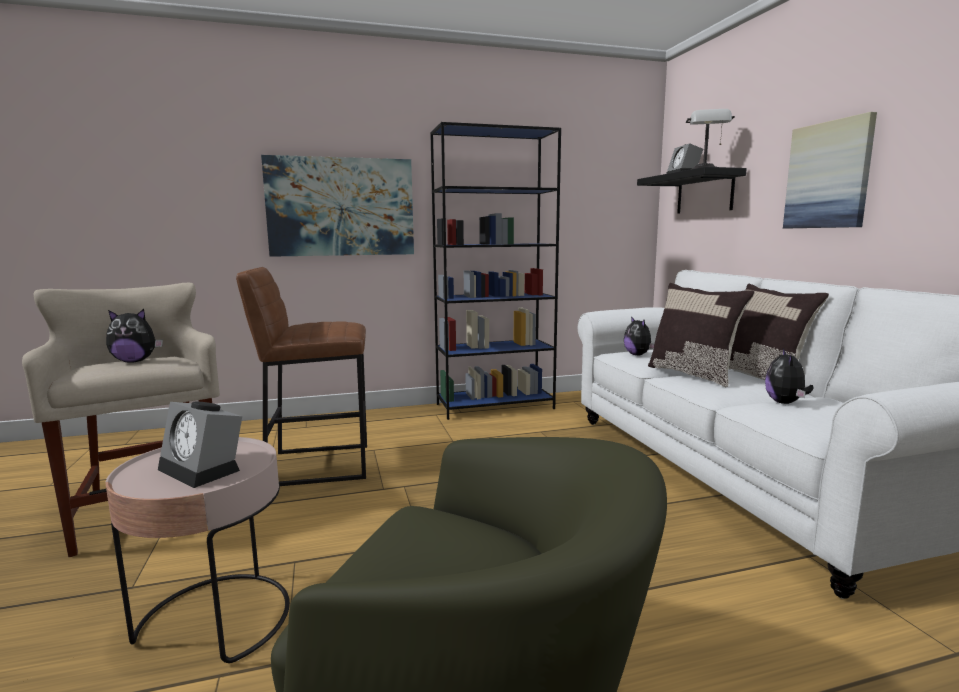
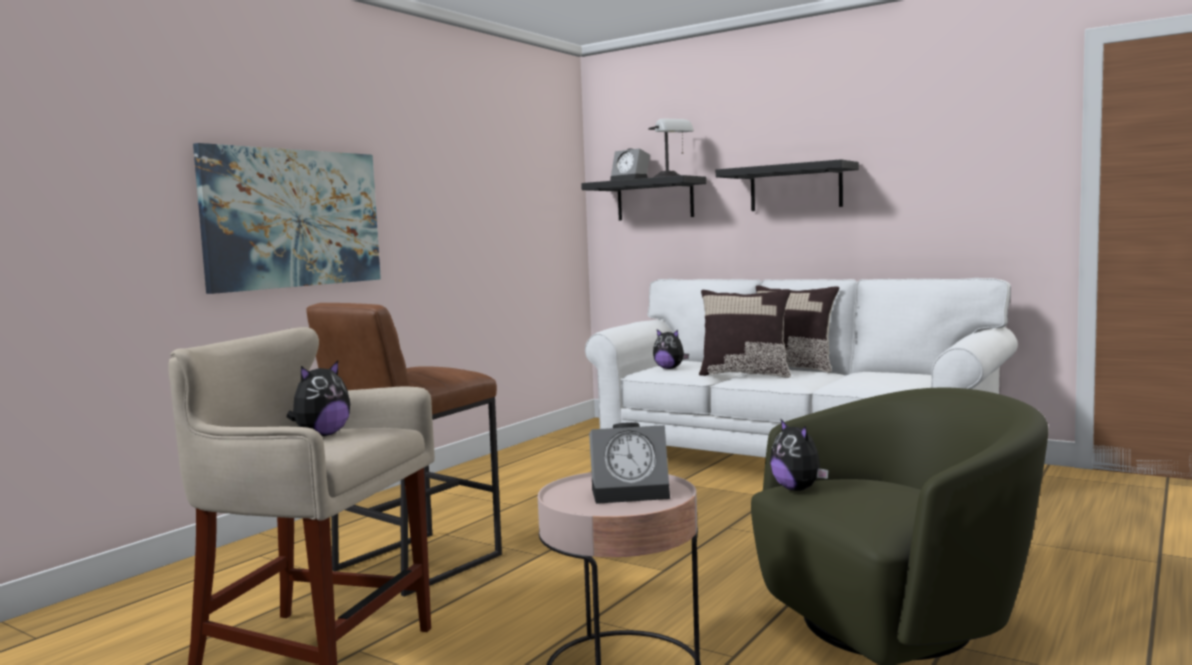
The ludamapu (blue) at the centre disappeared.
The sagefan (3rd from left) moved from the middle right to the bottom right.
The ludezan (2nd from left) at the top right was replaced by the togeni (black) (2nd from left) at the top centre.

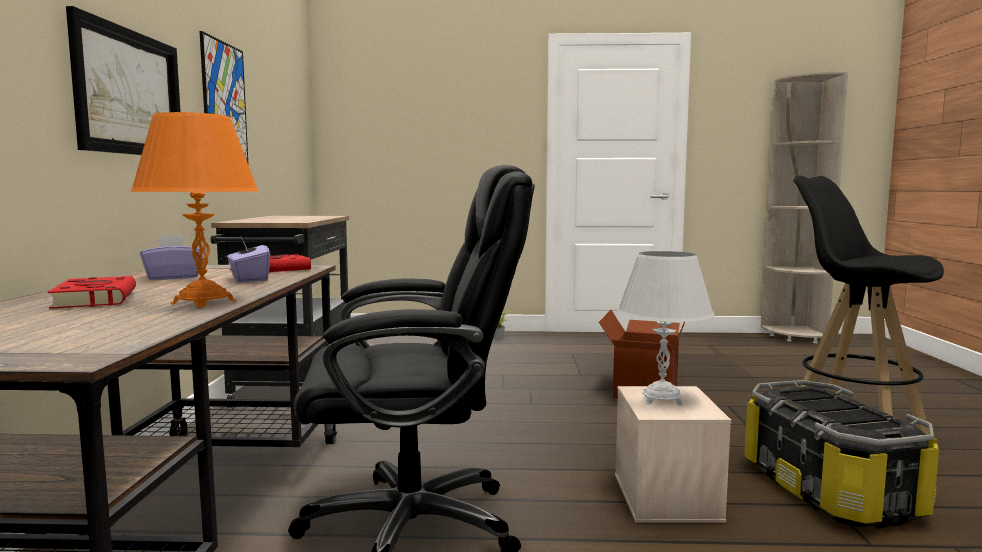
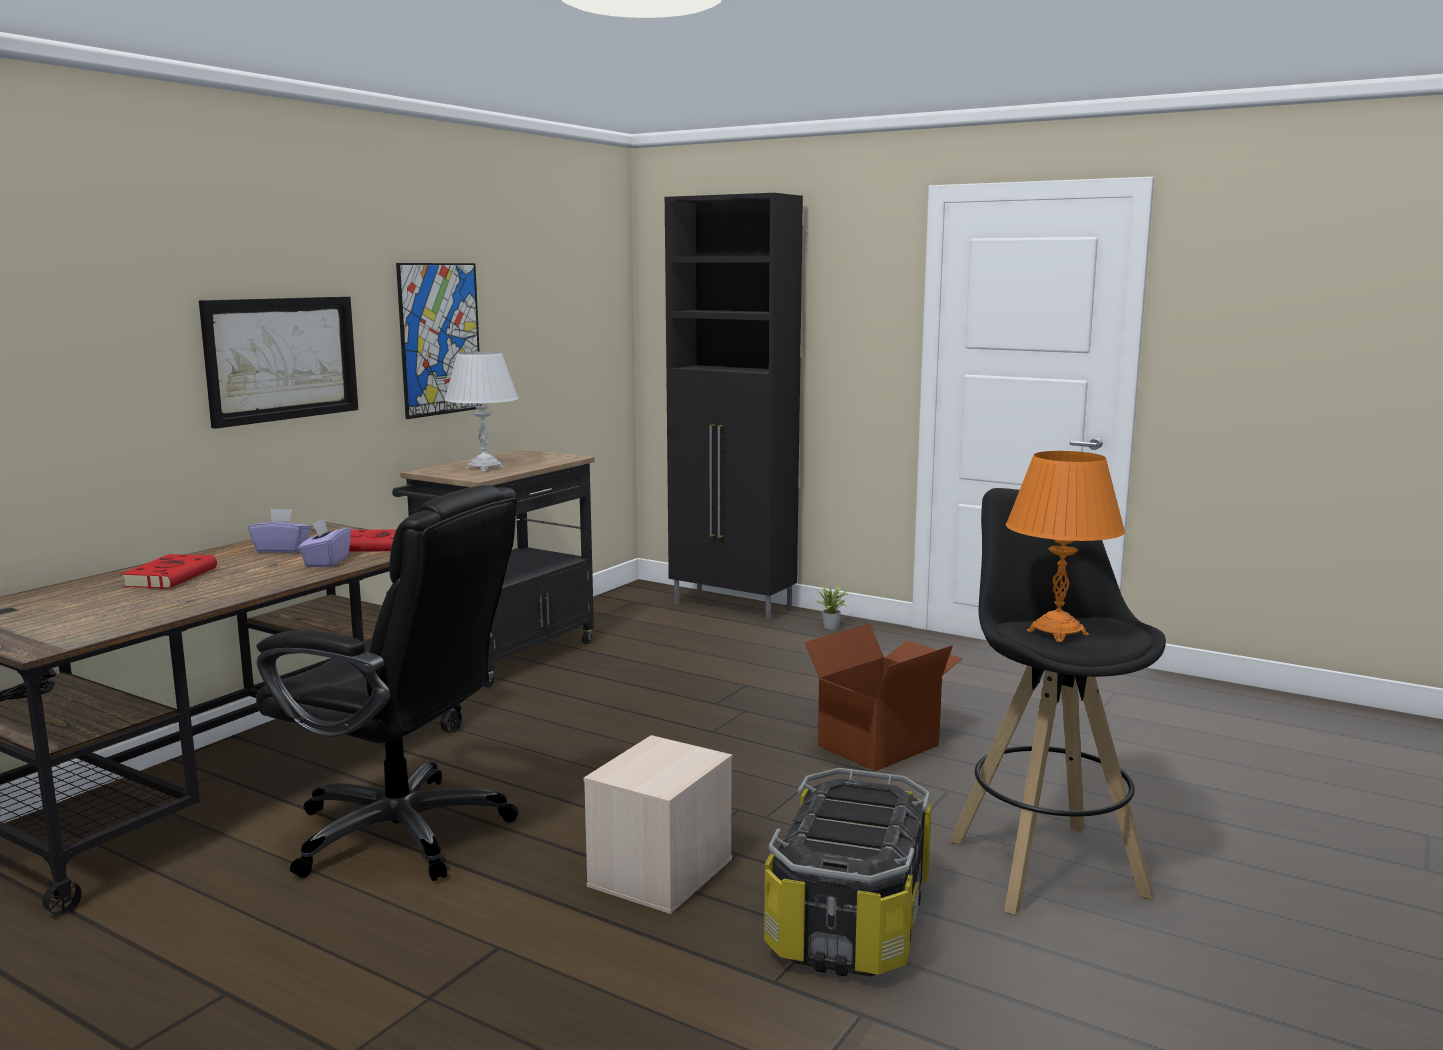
The ludamapu (beige) at the middle right disappeared.
The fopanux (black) at the centre appeared.
The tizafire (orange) moved from the middle left to the middle right.
The tizafire (white) moved from the middle right to the centre.

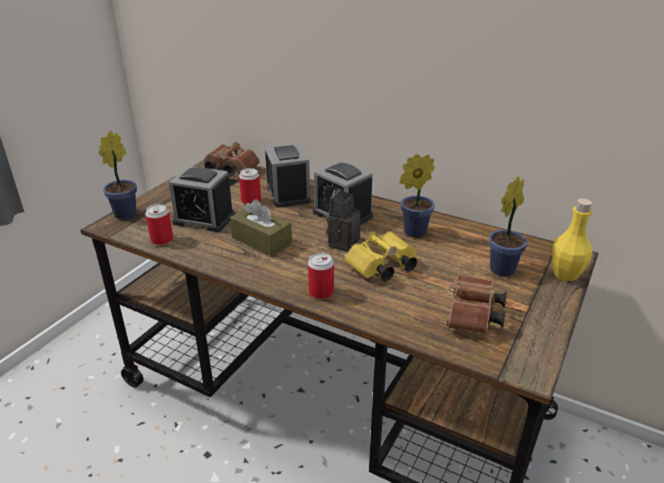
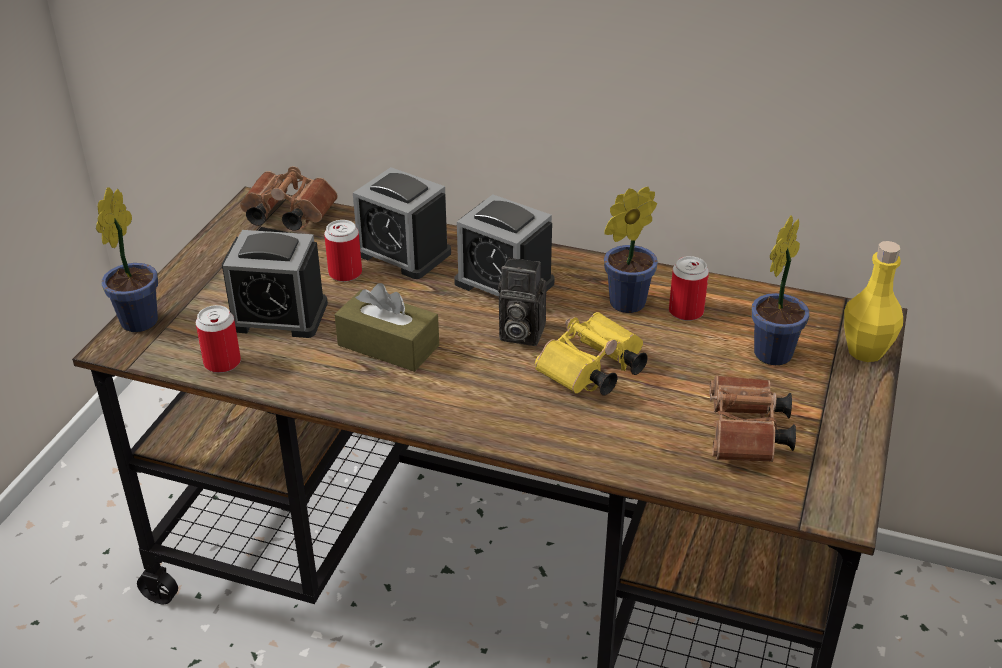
The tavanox (3rd from left) moved from the centre to the middle right.
The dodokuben (2nd from left) at the centre turned 150 degrees clockwise.
The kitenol at the centre turned 90 degrees counterclockwise.

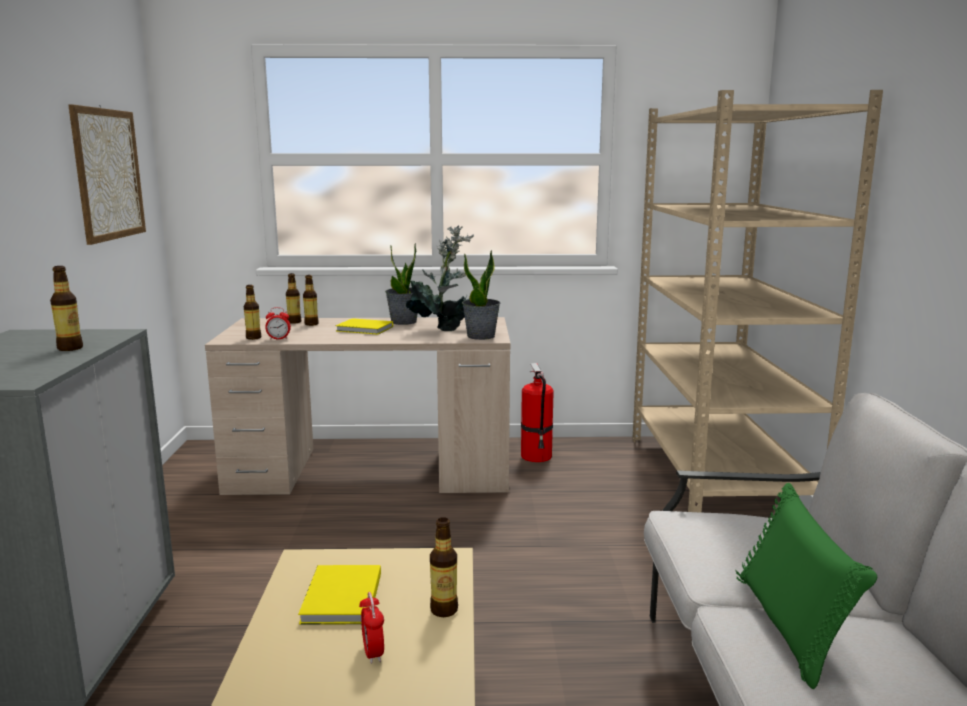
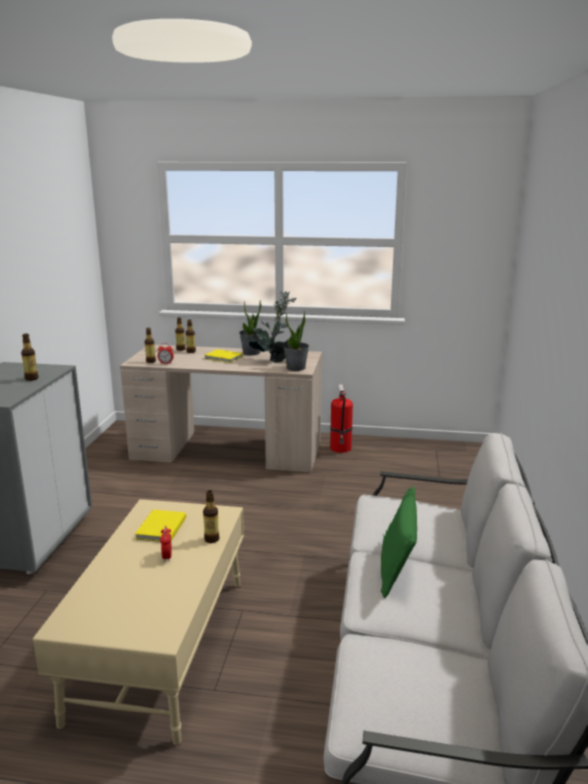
The ludezan at the top left disappeared.
The ludamapu (beige) at the middle right disappeared.

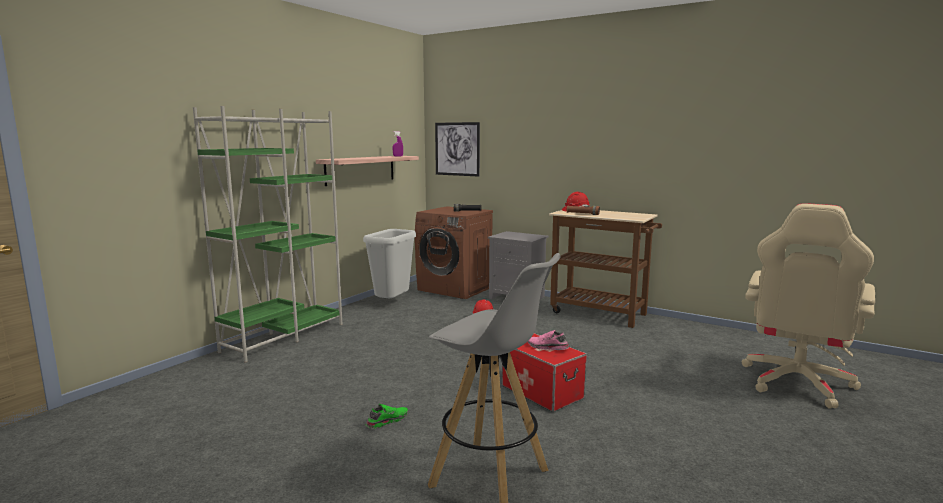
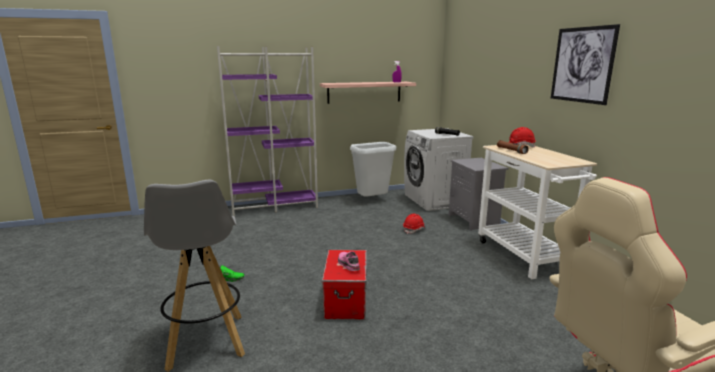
The ludezan moved from the top centre to the top right.
The ludamapu (green) at the middle left became the ludamapu (purple) at the centre.
The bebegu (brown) at the centre became the bebegu (white) at the centre.
The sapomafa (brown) at the centre became the sapomafa (white) at the middle right.

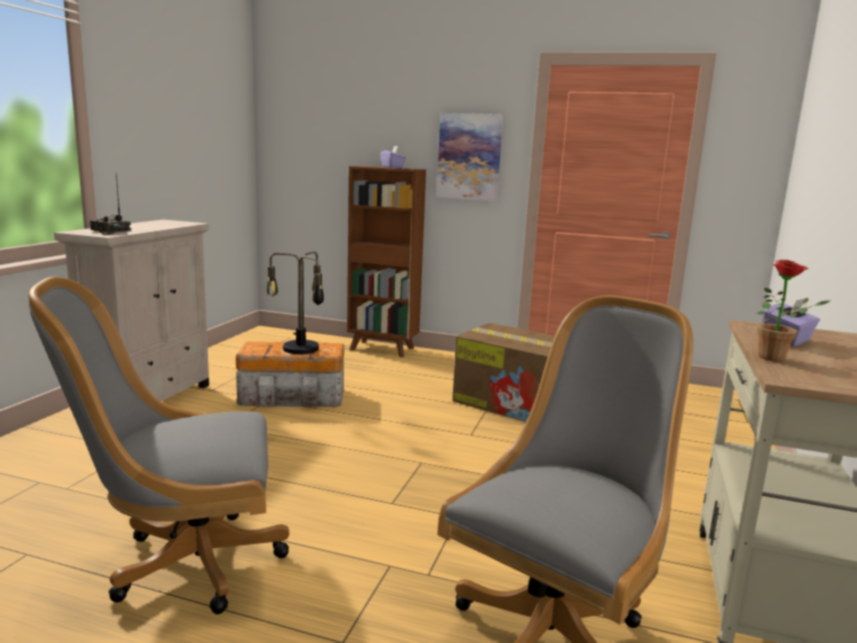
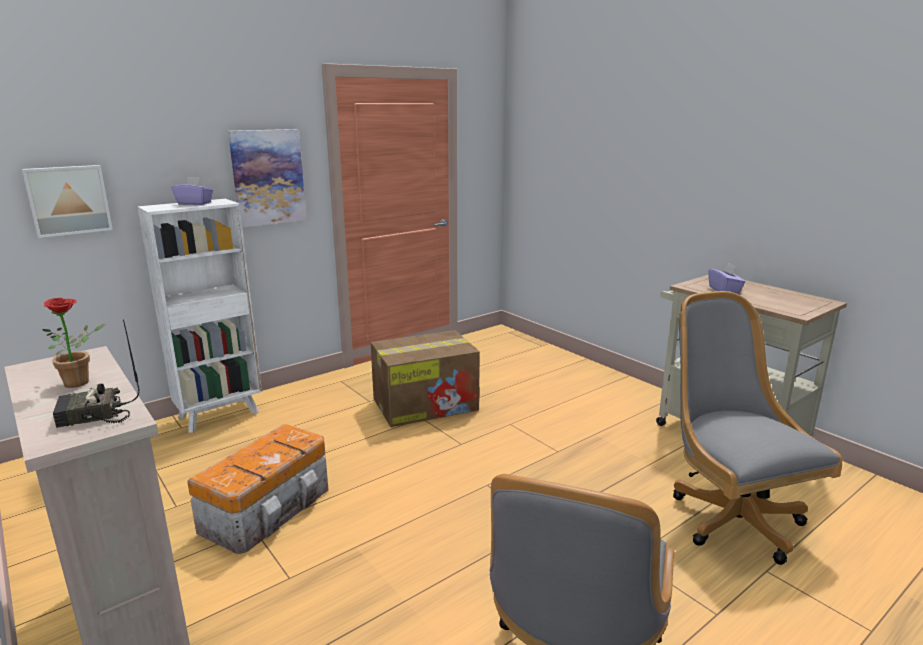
The tizafire at the centre disappeared.
The ludezan (1st from left) at the top left appeared.
The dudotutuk moved from the middle right to the middle left.
The ludamapu (brown) at the centre became the ludamapu (white) at the middle left.

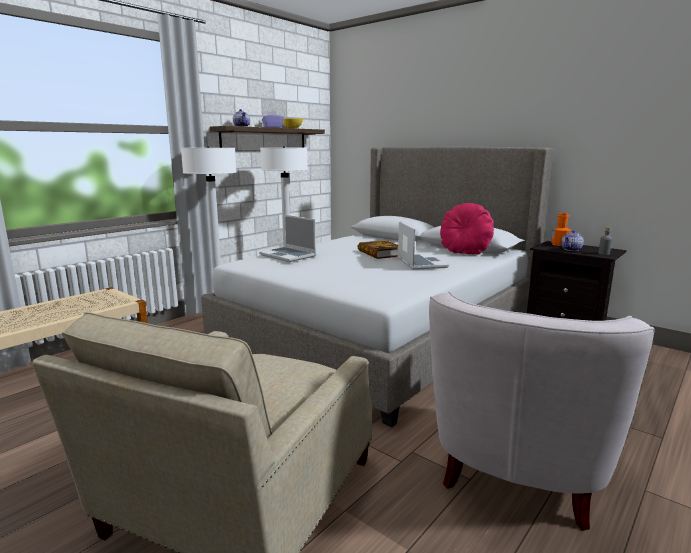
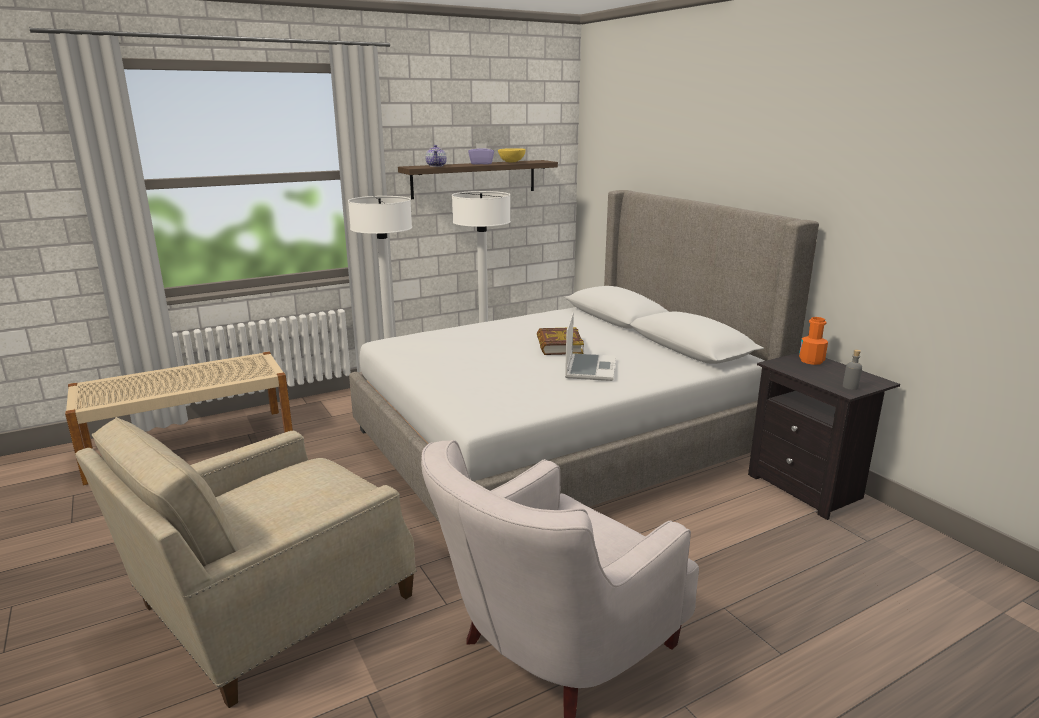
The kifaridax (1st from left) at the centre disappeared.
The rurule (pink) at the middle right disappeared.
The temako (2nd from left) at the middle right disappeared.

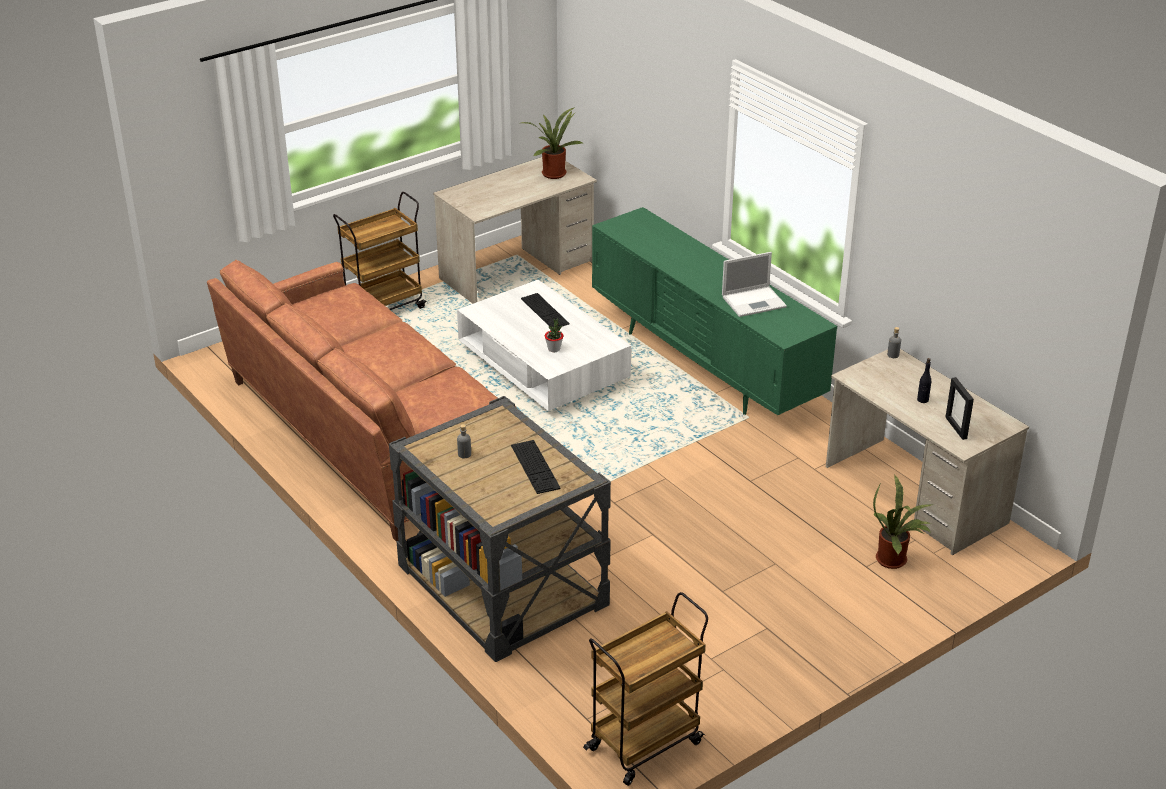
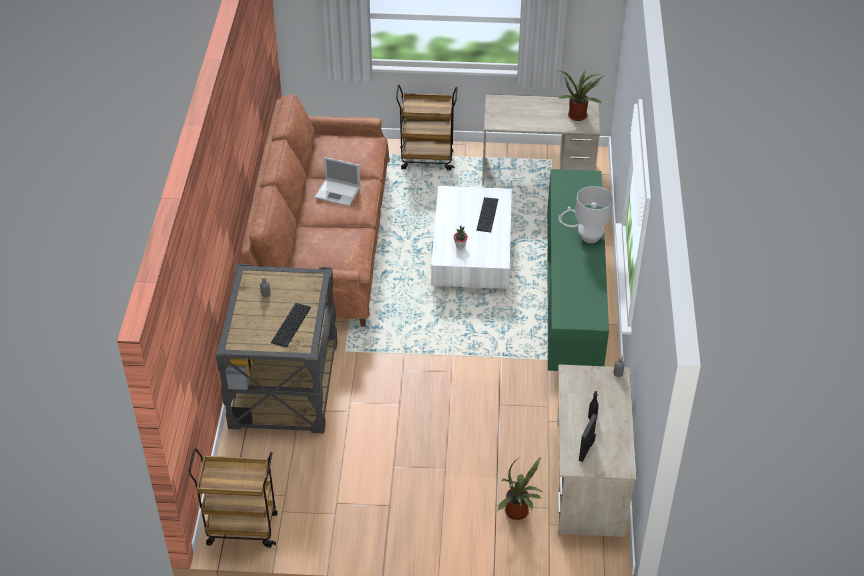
The tizafire (grey) at the middle right appeared.
The kifaridax moved from the centre to the top centre.

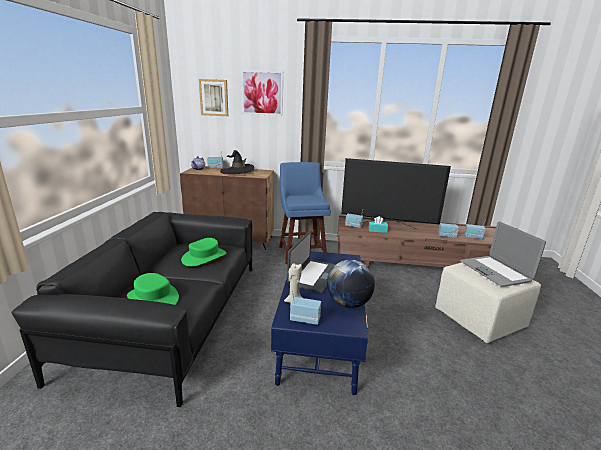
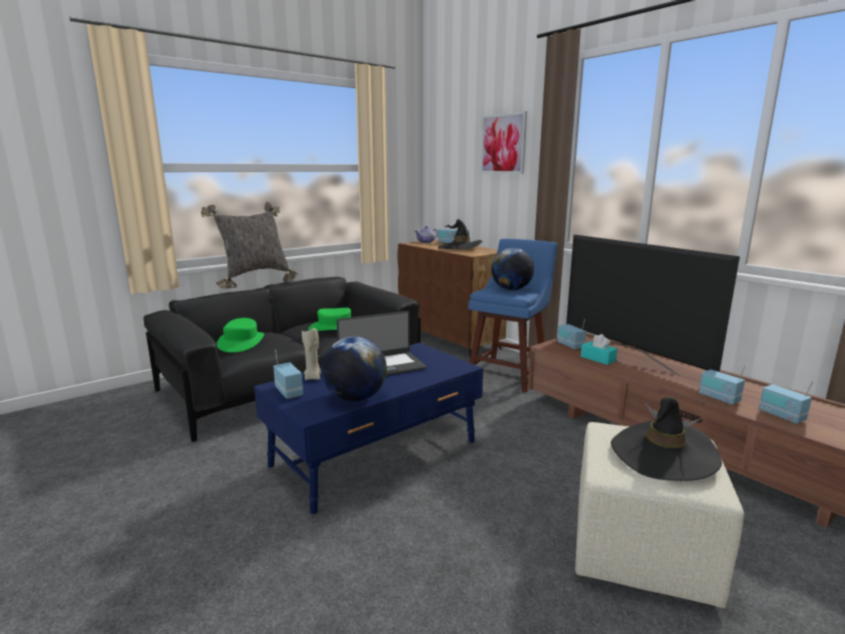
The ludezan (1st from left) at the top centre disappeared.
The rurule at the middle left appeared.
The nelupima (2nd from left) at the centre appeared.
The kifaridax (2nd from left) at the middle right was replaced by the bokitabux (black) (2nd from left) at the bottom right.

